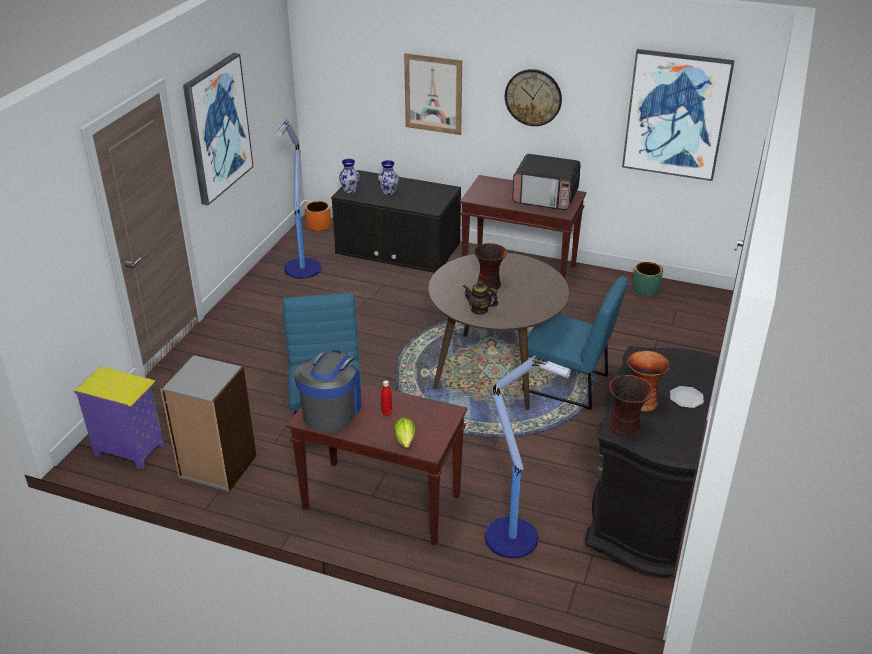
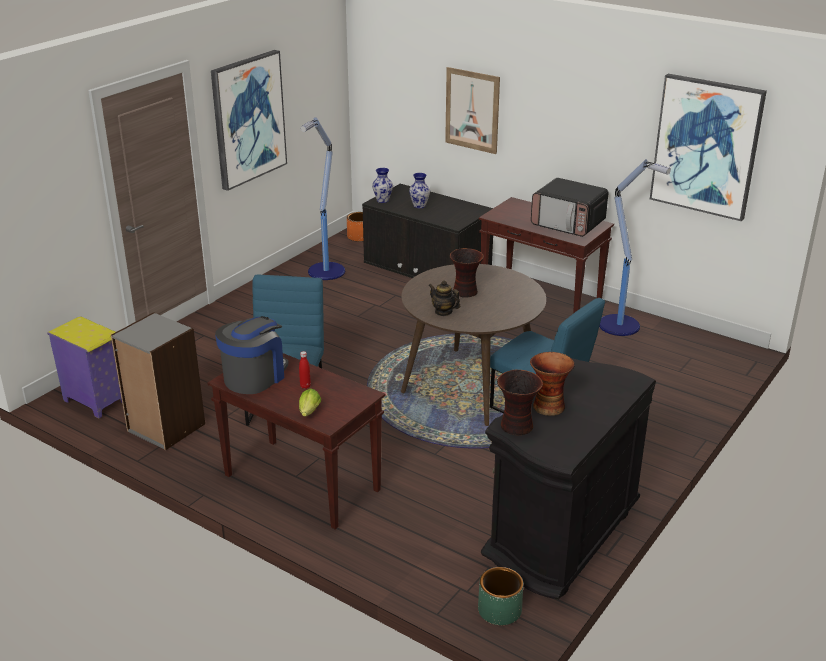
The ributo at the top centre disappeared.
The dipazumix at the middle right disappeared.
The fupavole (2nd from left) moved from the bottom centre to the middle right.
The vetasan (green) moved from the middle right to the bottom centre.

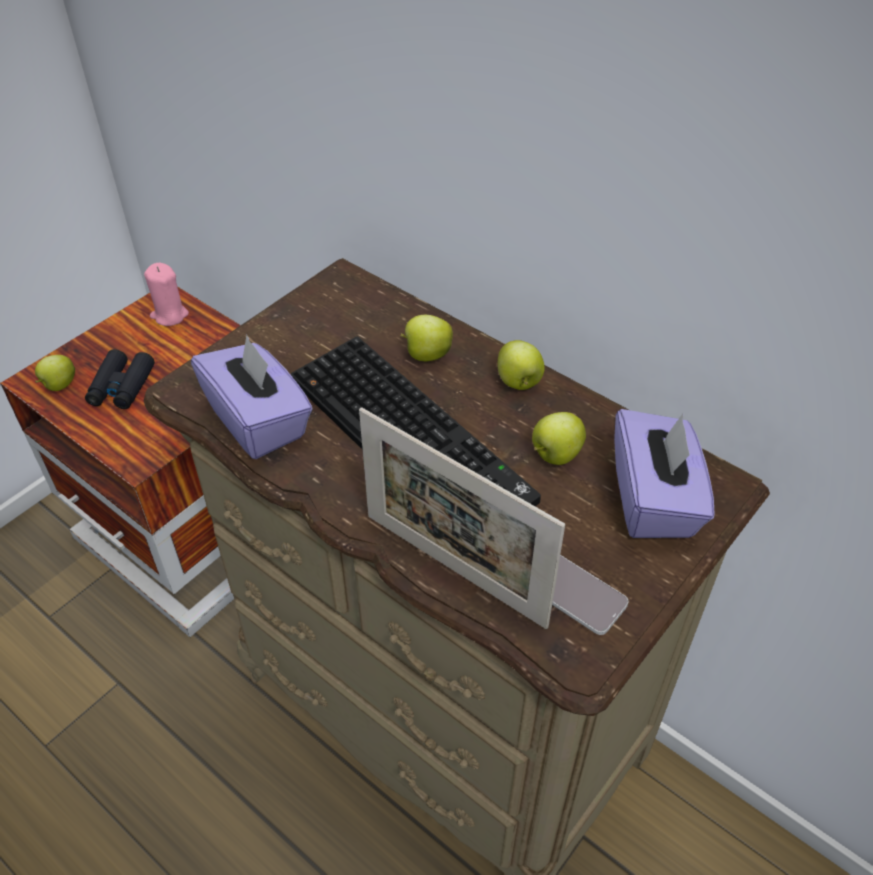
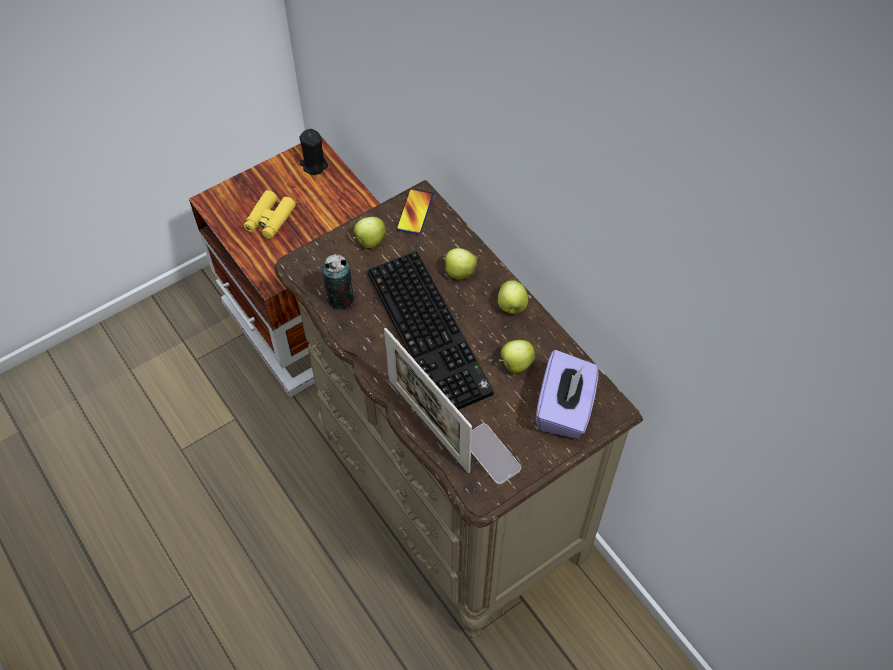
The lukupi (1st from left) at the top centre appeared.
The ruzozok (1st from left) moved from the middle left to the centre.
The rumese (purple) (1st from left) at the middle left was replaced by the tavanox at the centre.
The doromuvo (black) at the middle left became the doromuvo (yellow) at the top left.
The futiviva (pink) at the middle left became the futiviva (black) at the top centre.

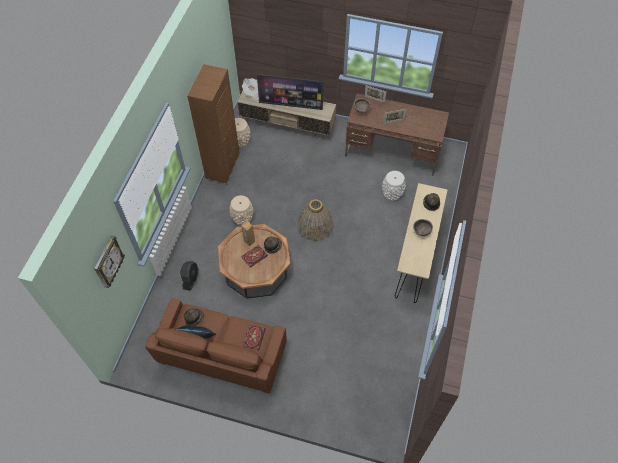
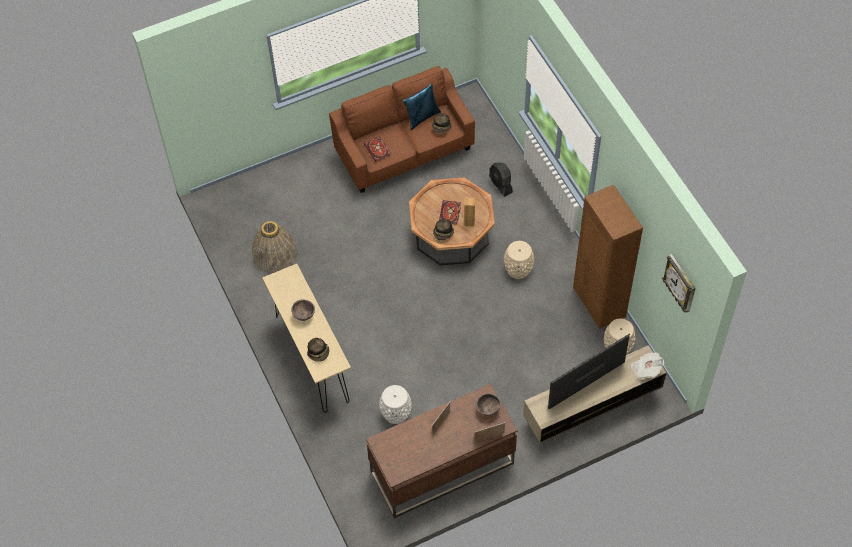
The ributo moved from the middle left to the middle right.
The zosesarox moved from the centre to the middle left.

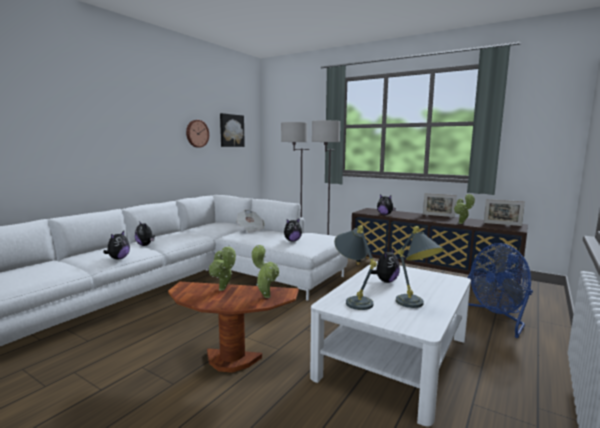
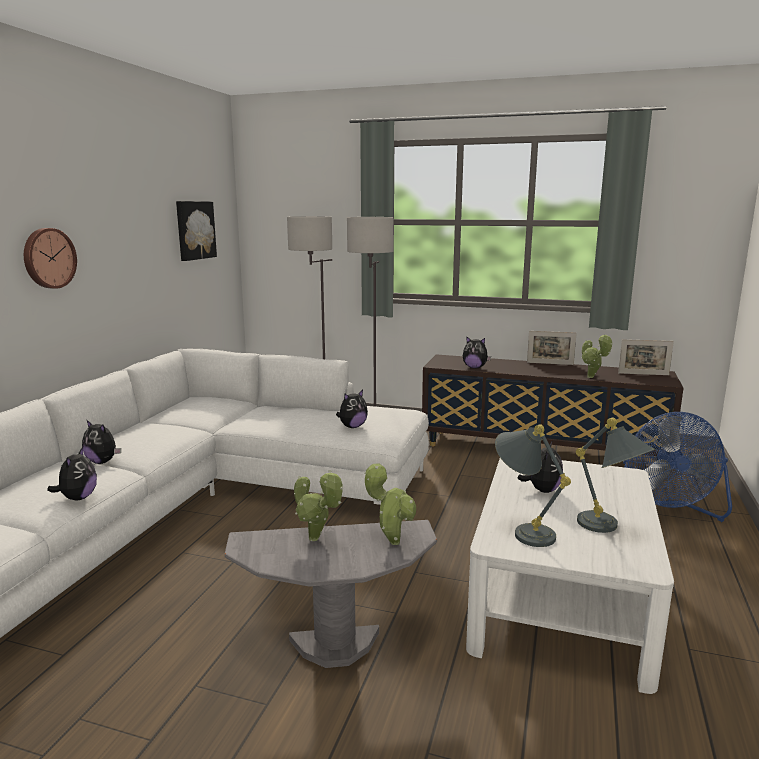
The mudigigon at the centre disappeared.
The ributo moved from the top left to the middle left.
The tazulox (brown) at the bottom centre became the tazulox (grey) at the bottom centre.
The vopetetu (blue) at the bottom right turned 60 degrees counterclockwise.

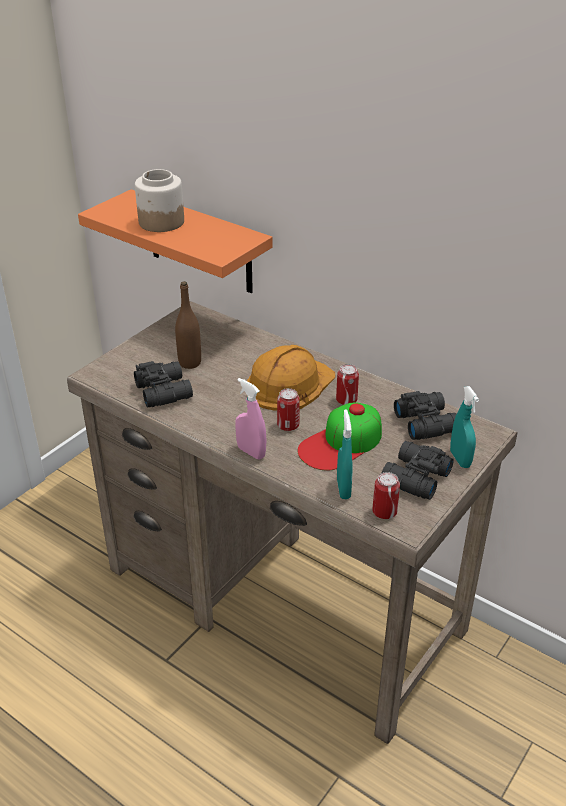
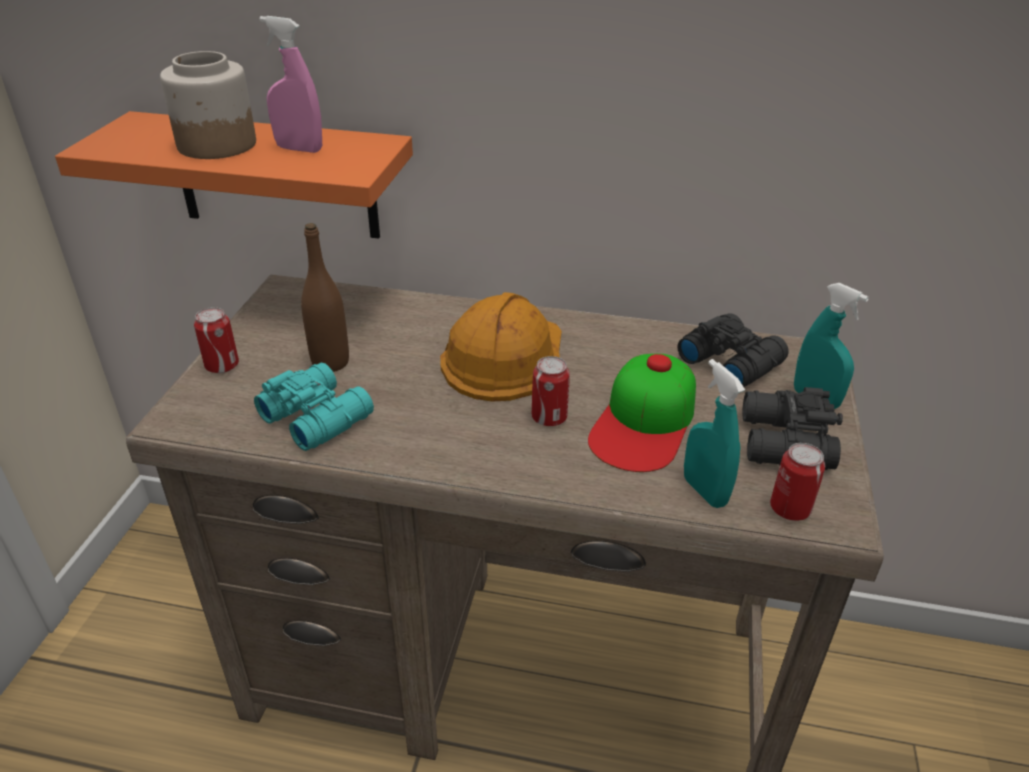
The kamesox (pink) moved from the centre to the top left.
The tavanox (2nd from left in the first image) moved from the centre to the middle left.
The doromuvo (black) (1st from left) at the middle left became the doromuvo (turquoise) at the middle left.

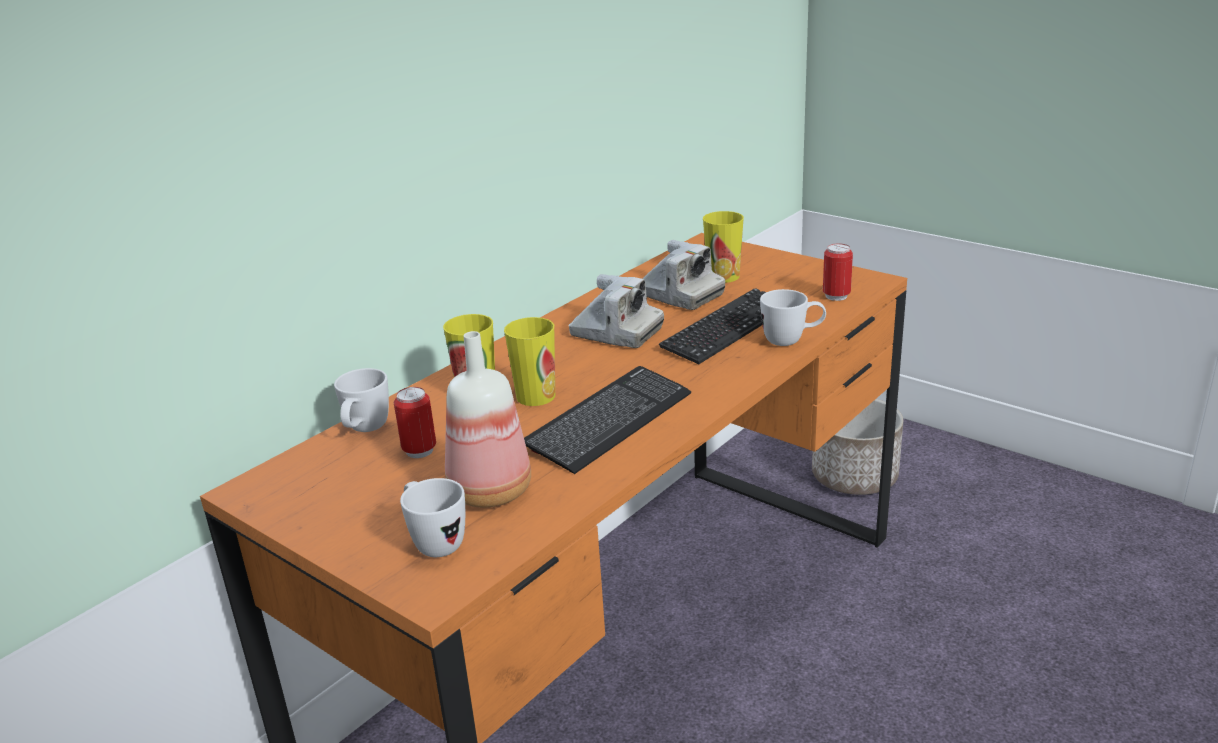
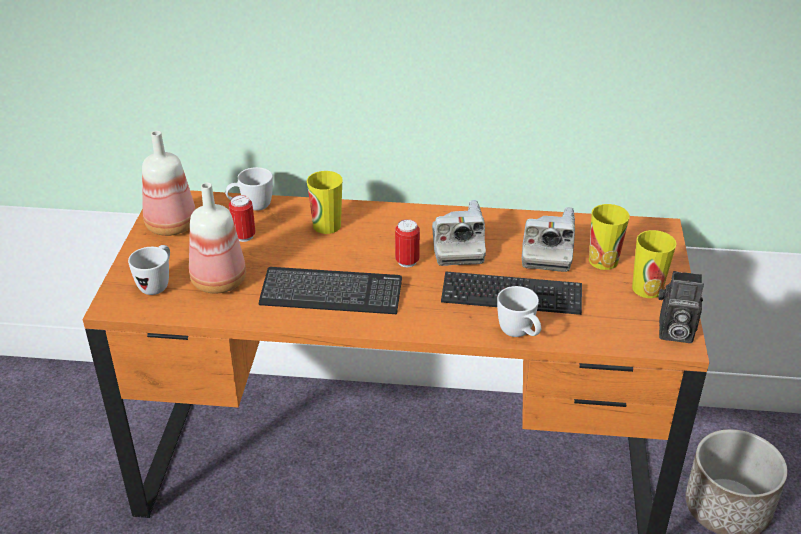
The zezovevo (1st from left) at the middle left appeared.
The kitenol (3rd from left) at the middle right appeared.
The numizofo (2nd from left in the first image) moved from the centre to the middle right.
The tavanox (2nd from left) moved from the middle right to the centre.

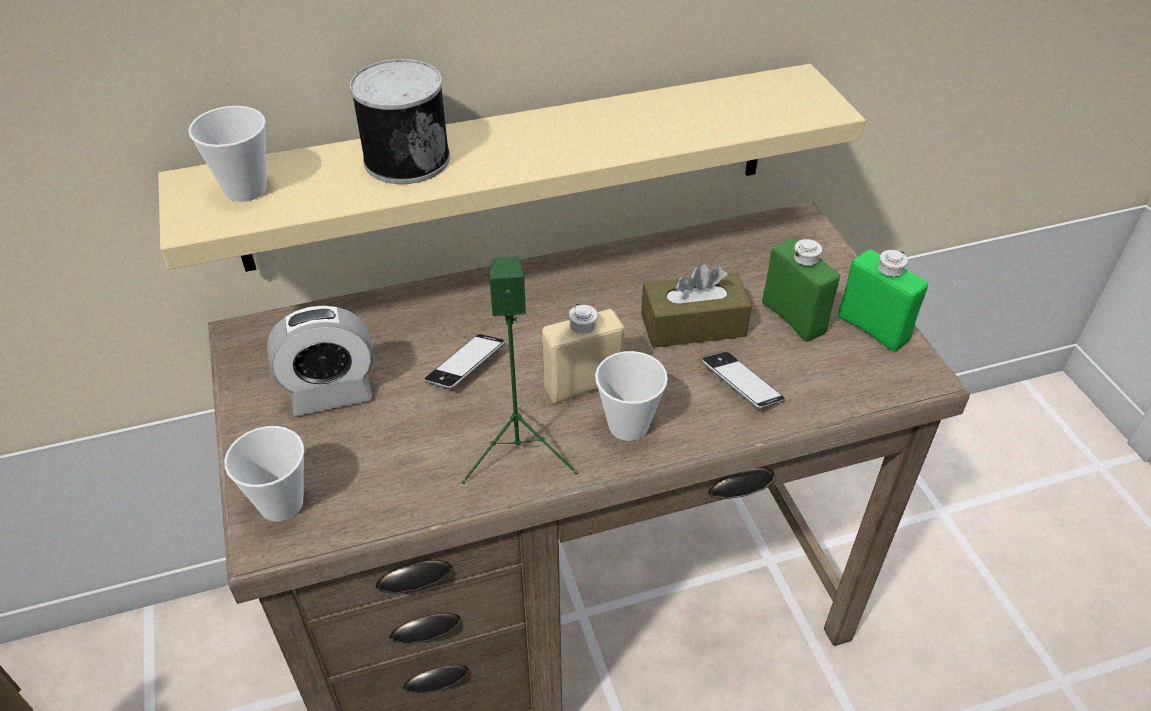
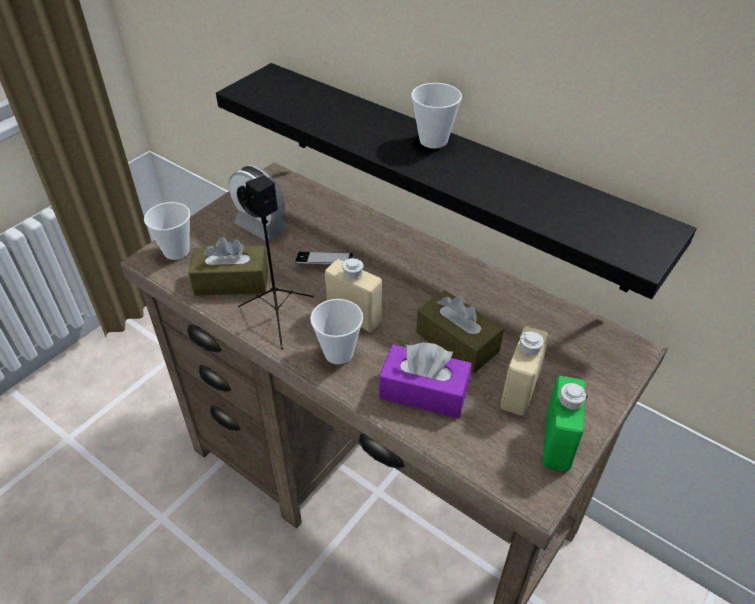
The tavanox at the top centre disappeared.
The rumese (brown) (1st from left) at the middle left appeared.
The numizofo (1st from left in the first image) moved from the top left to the top centre.
The lukupi (2nd from left) at the centre was replaced by the rumese (purple) at the centre.
The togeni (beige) at the top centre became the togeni (black) at the top centre.
The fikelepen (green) at the centre became the fikelepen (black) at the centre.
The zezovevo (green) (1st from left) at the middle right became the zezovevo (beige) (2nd from left) at the middle right.

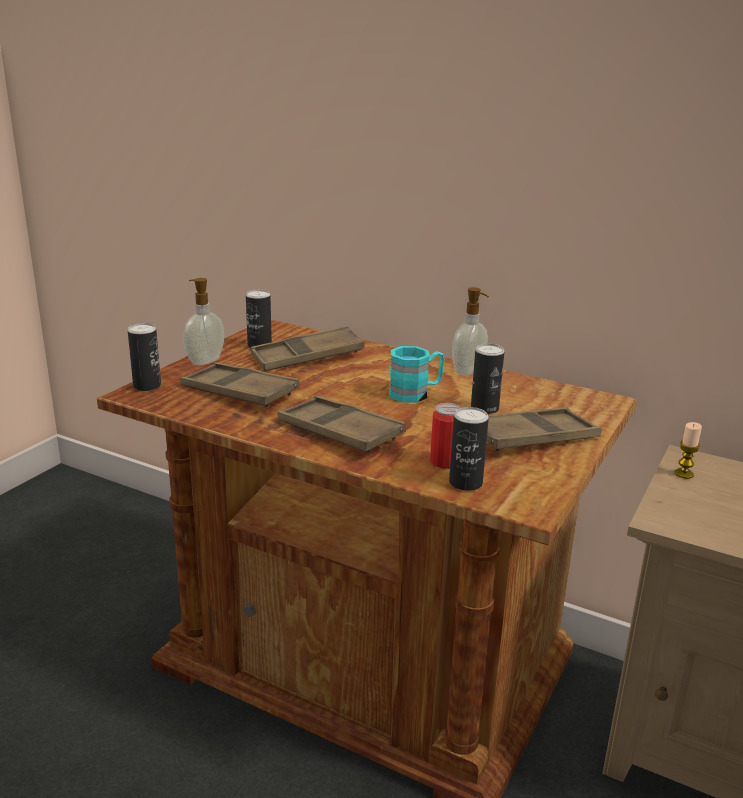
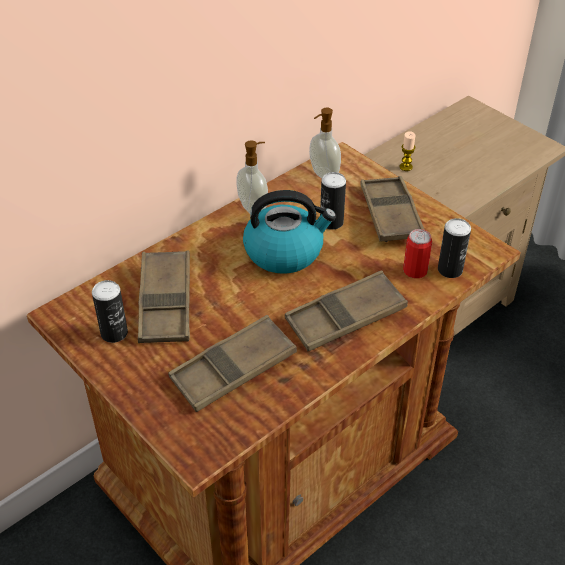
The tavanox (1st from left) at the middle left disappeared.
The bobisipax (1st from left in the first image) moved from the middle left to the top centre.
The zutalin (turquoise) at the centre was replaced by the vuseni at the centre.

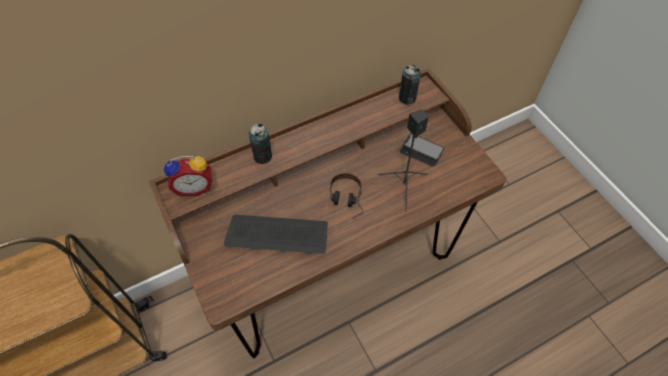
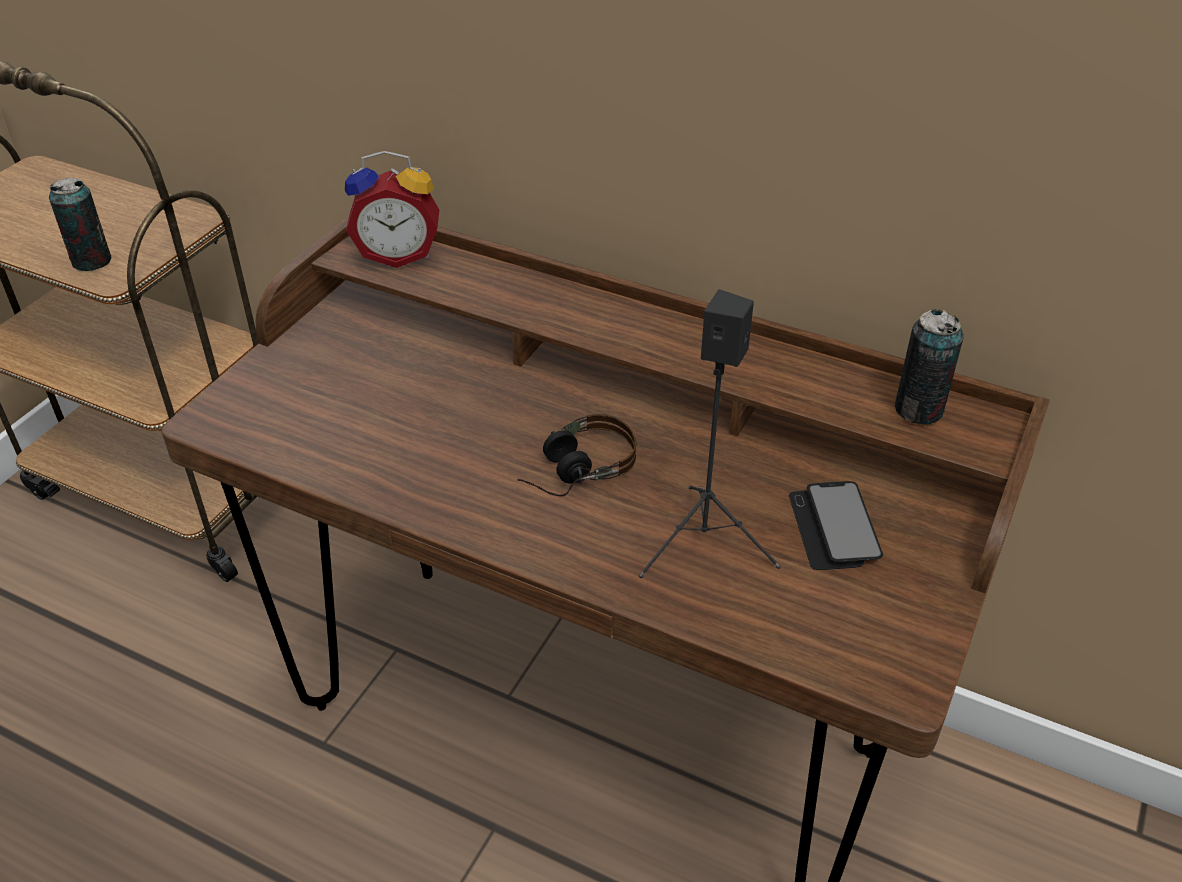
The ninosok at the centre disappeared.
The tavanox (1st from left) moved from the centre to the top left.
The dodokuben at the middle left turned 45 degrees counterclockwise.

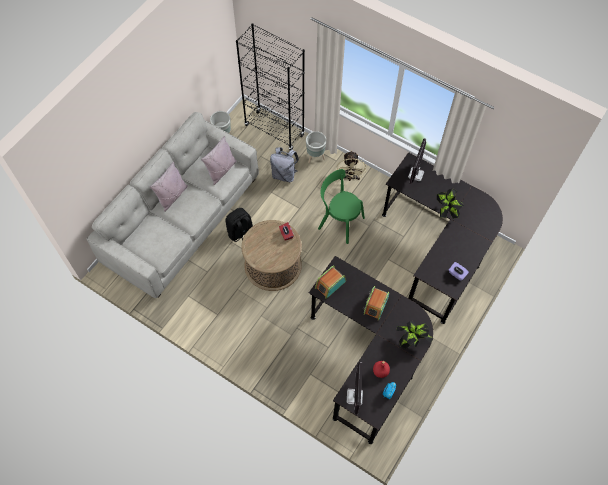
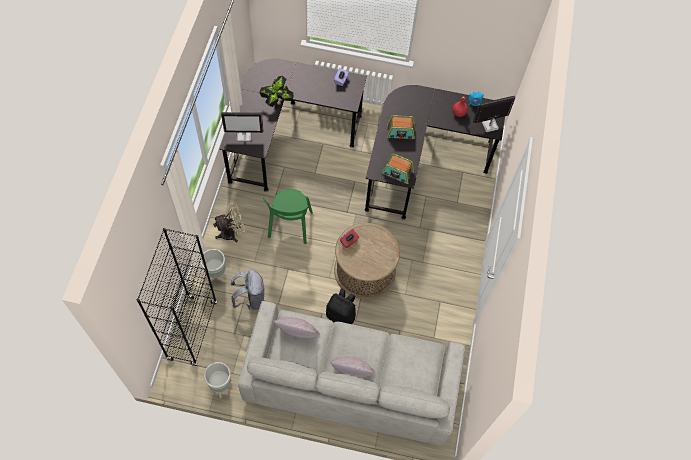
The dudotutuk (1st from left) at the bottom right disappeared.

